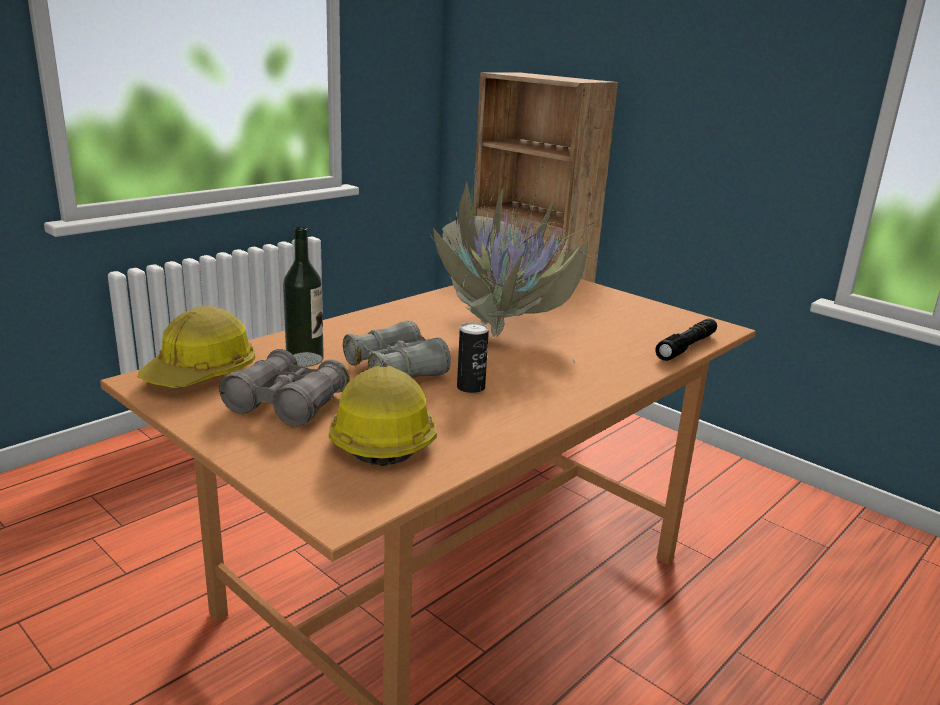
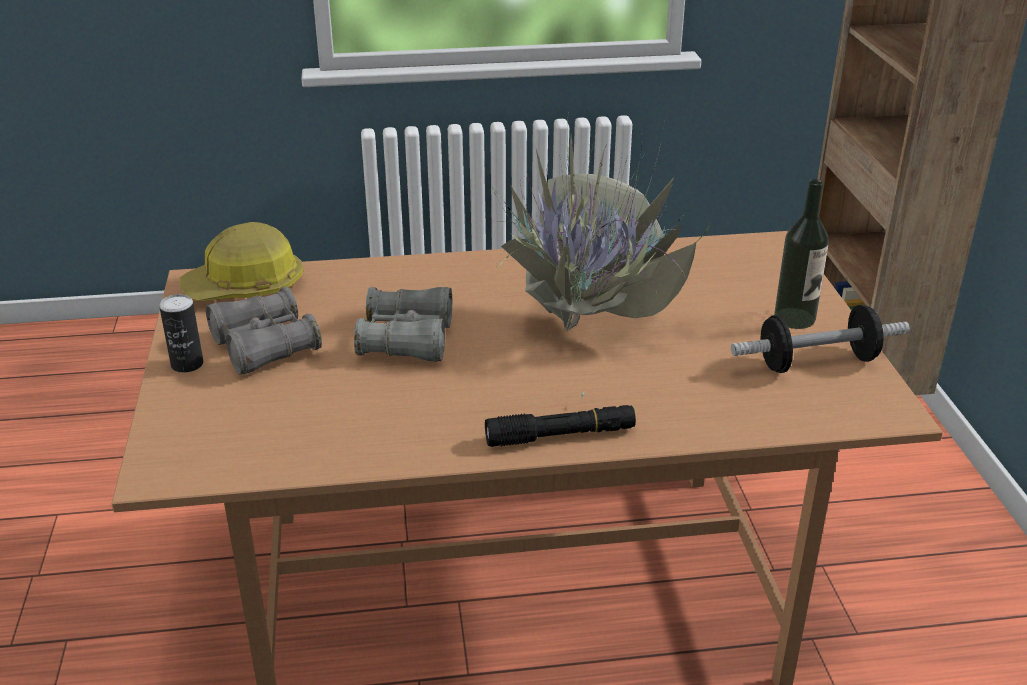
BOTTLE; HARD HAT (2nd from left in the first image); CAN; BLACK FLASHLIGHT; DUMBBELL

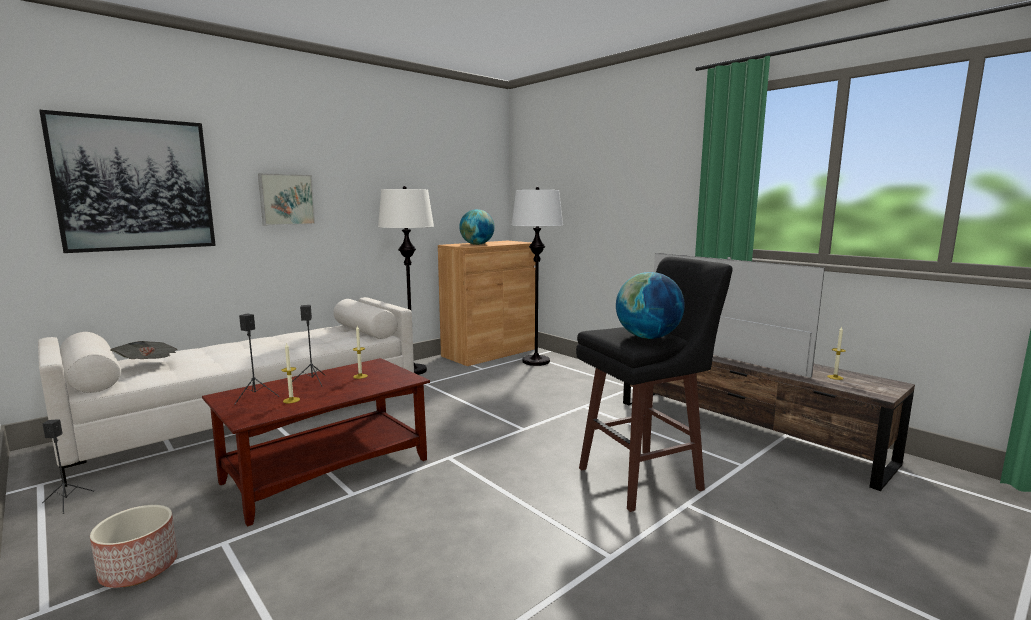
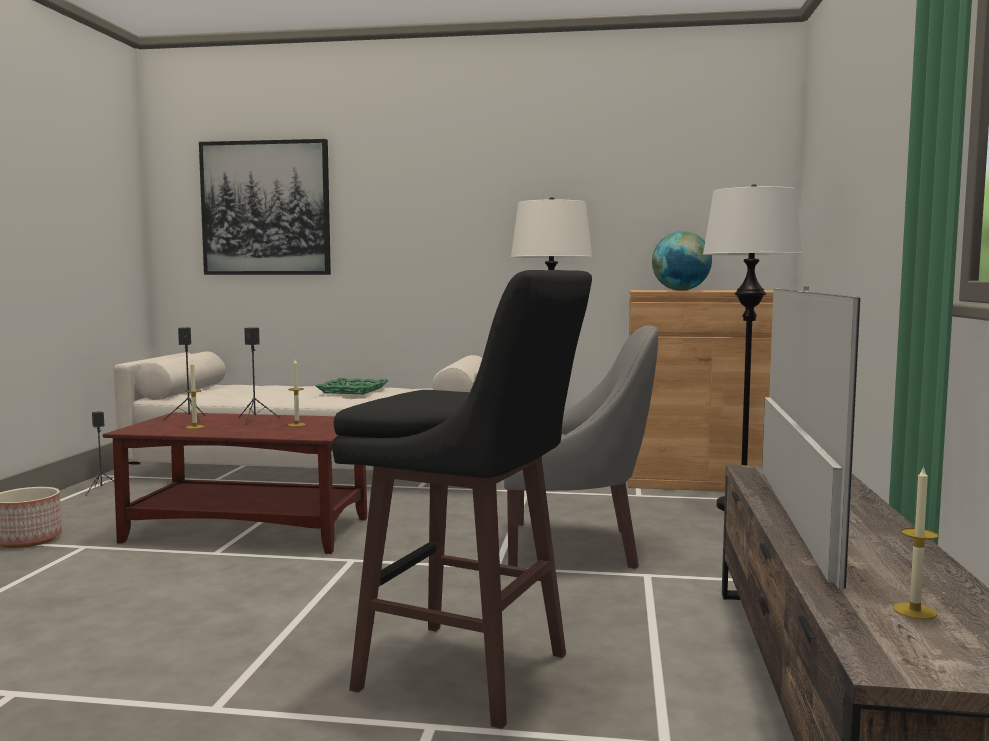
NEWSPAPER; PICTURE (2nd from left in the first image); GLOBE (2nd from left in the first image); GREEN TRAY; GREY ARMCHAIR

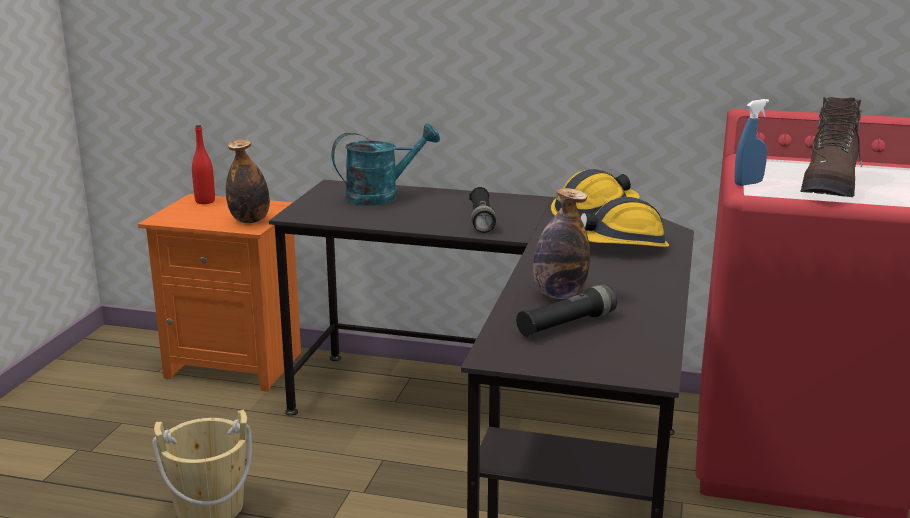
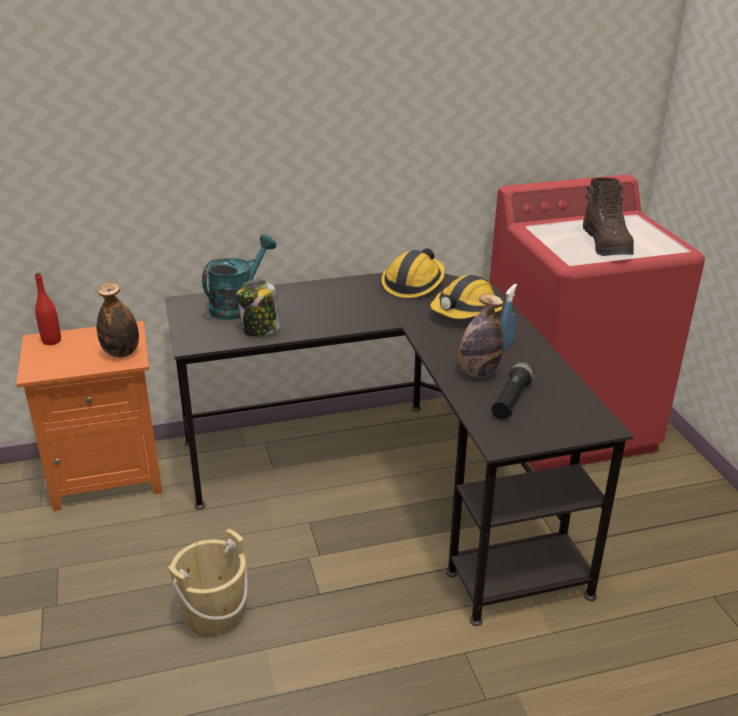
BLACK FLASHLIGHT (1st from left in the first image); BLUE SPRAY BOTTLE; JAR

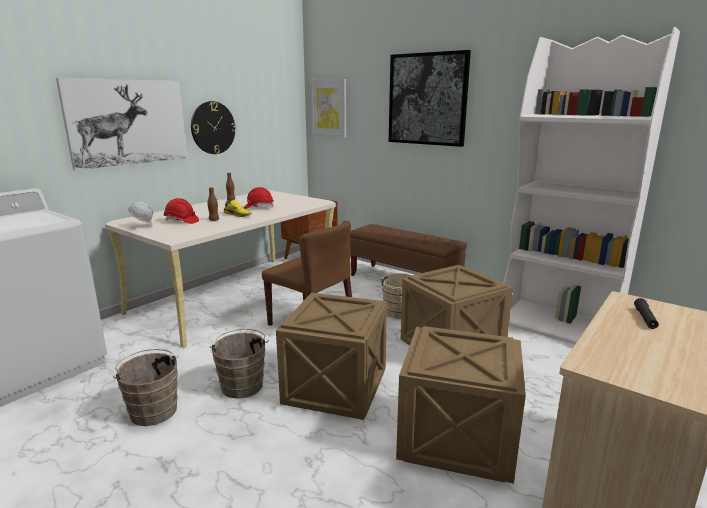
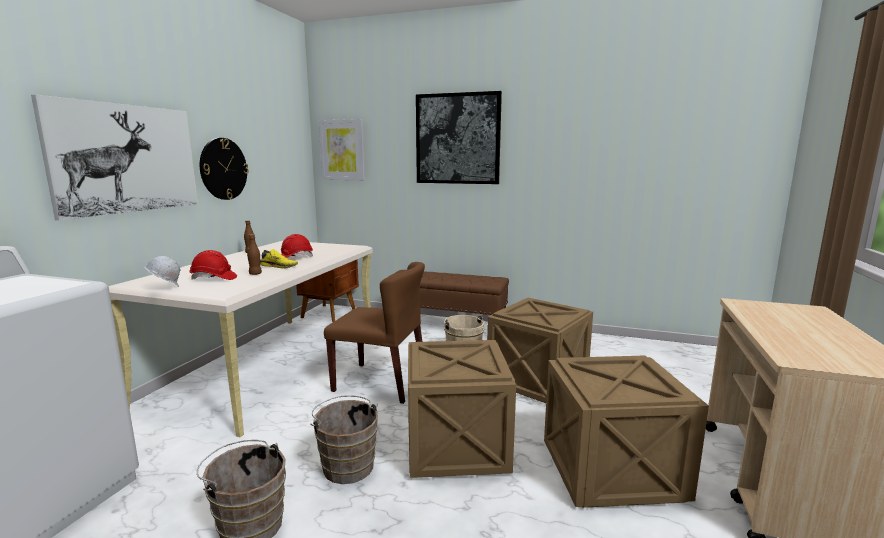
WHITE BOOKCASE; BLACK FLASHLIGHT

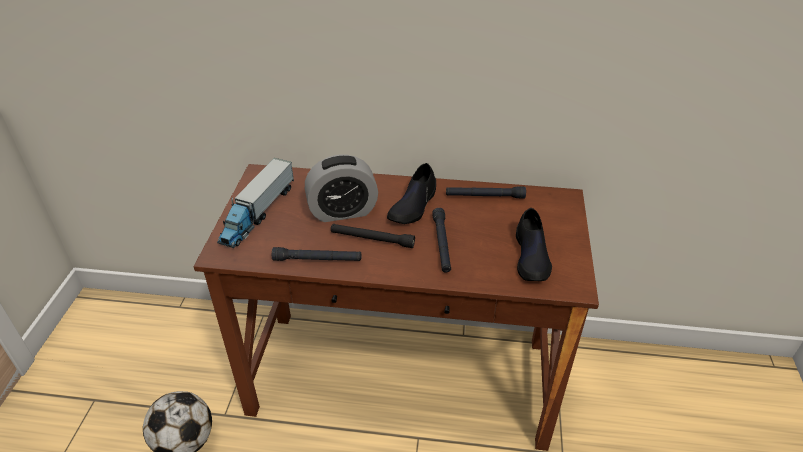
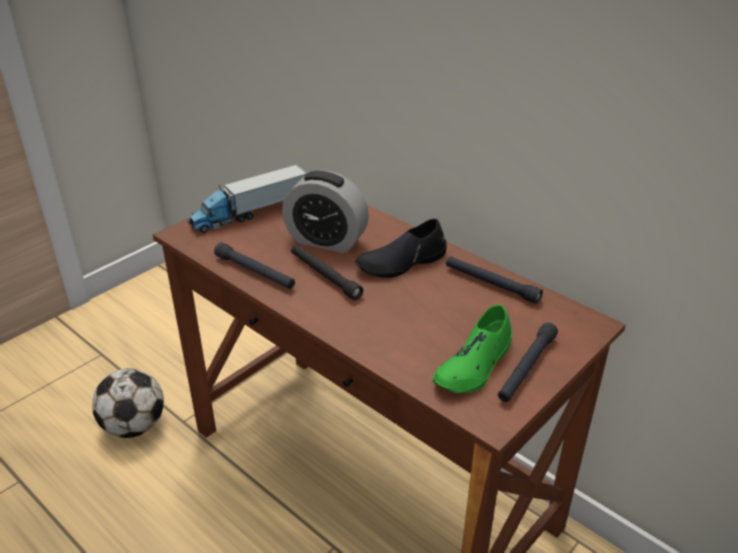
BLACK FLASHLIGHT (4th from left); GREEN SHOE

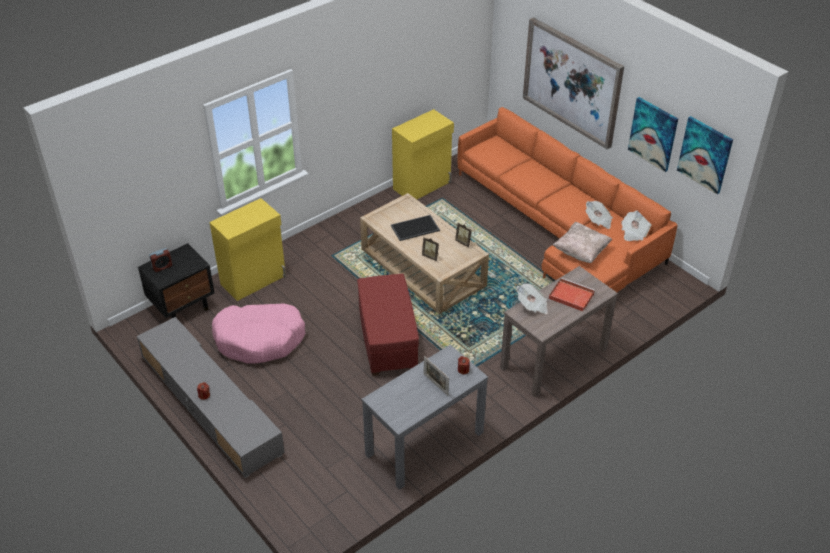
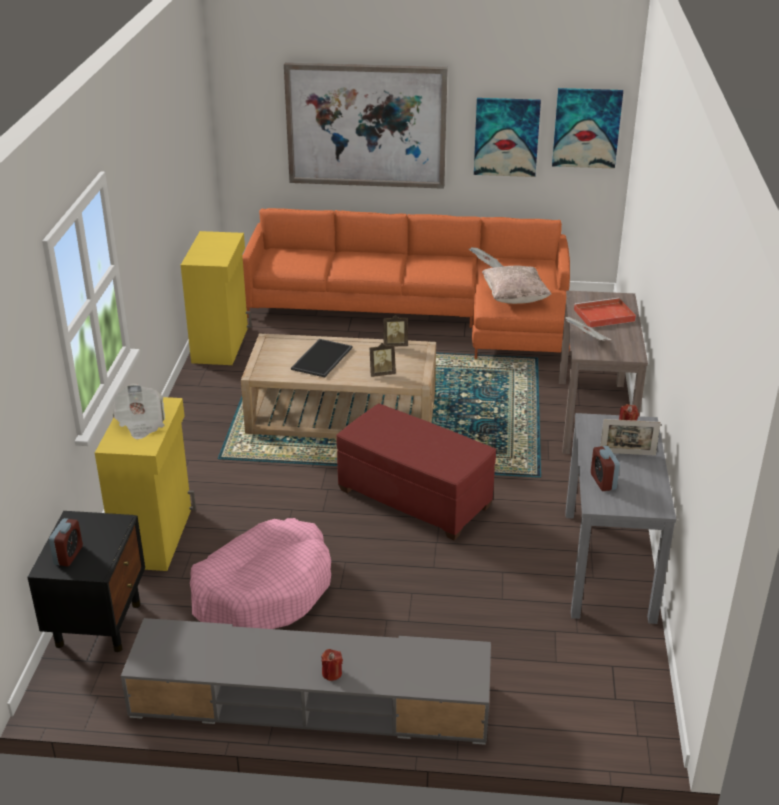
NEWSPAPER (1st from left); ALARM CLOCK (2nd from left)

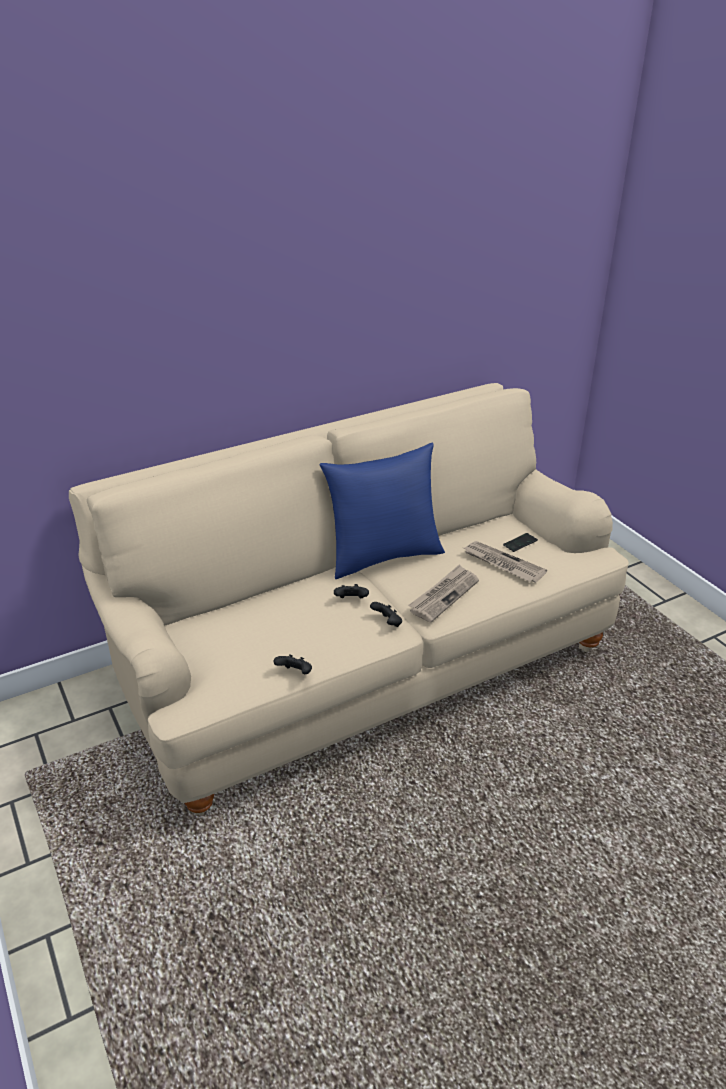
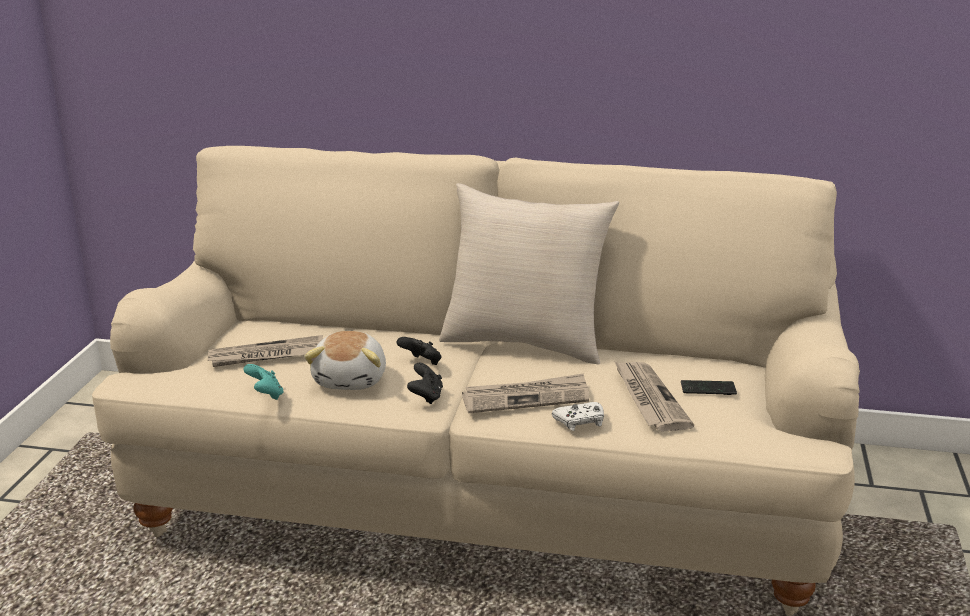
TURQUOISE GAME CONTROLLER; BEIGE PILLOW; NEWSPAPER (1st from left); PLUSH TOY; WHITE GAME CONTROLLER

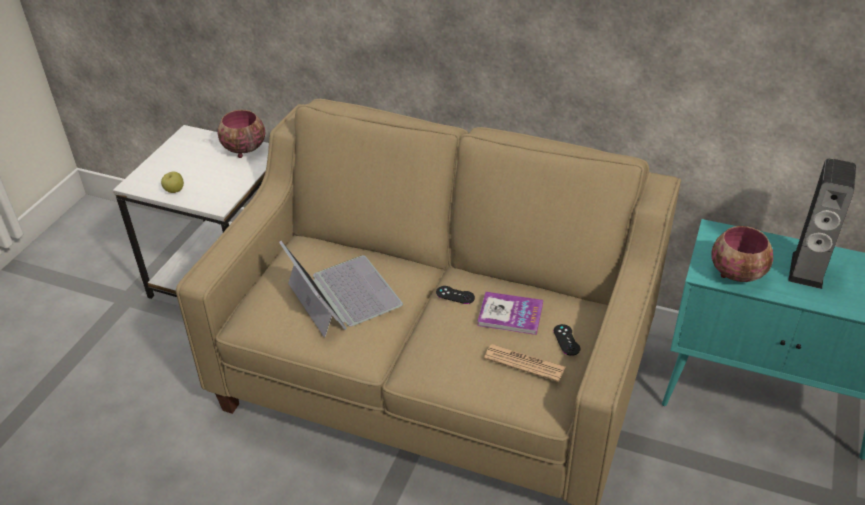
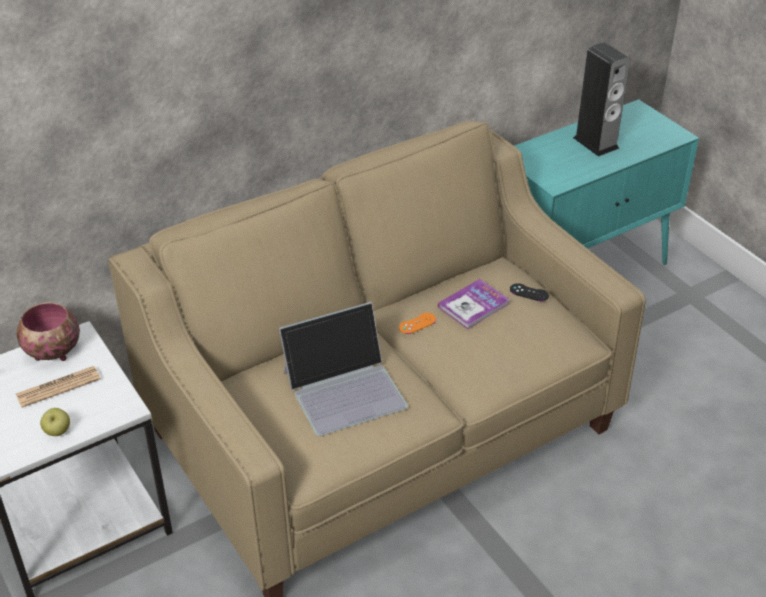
LAPTOP; ORANGE GAME CONTROLLER; NEWSPAPER; BOWL (2nd from left in the first image)

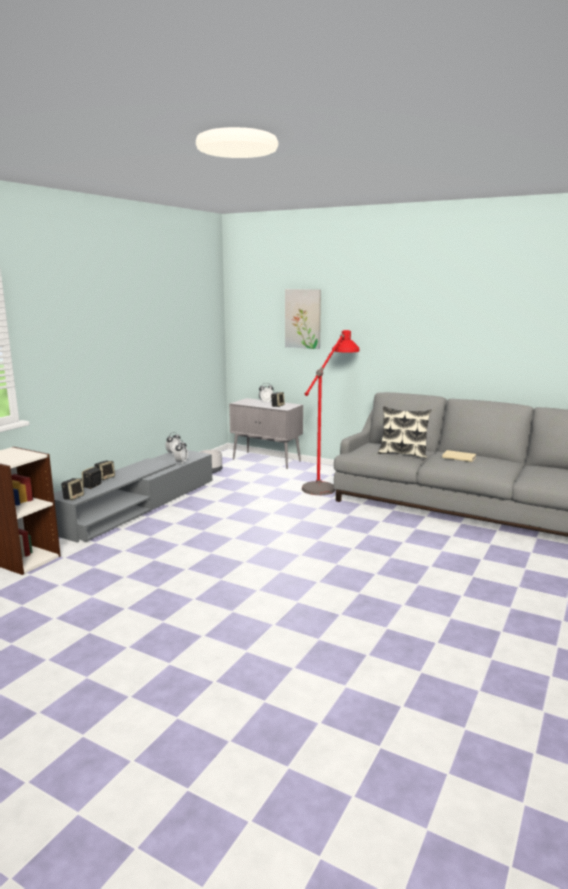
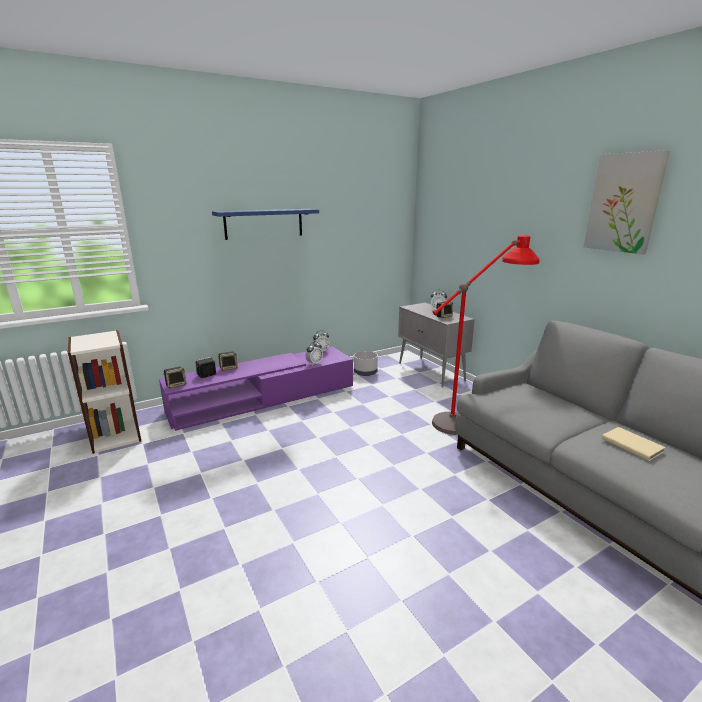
PURPLE TV STAND; PICTURE; PILLOW; BLUE SHELF

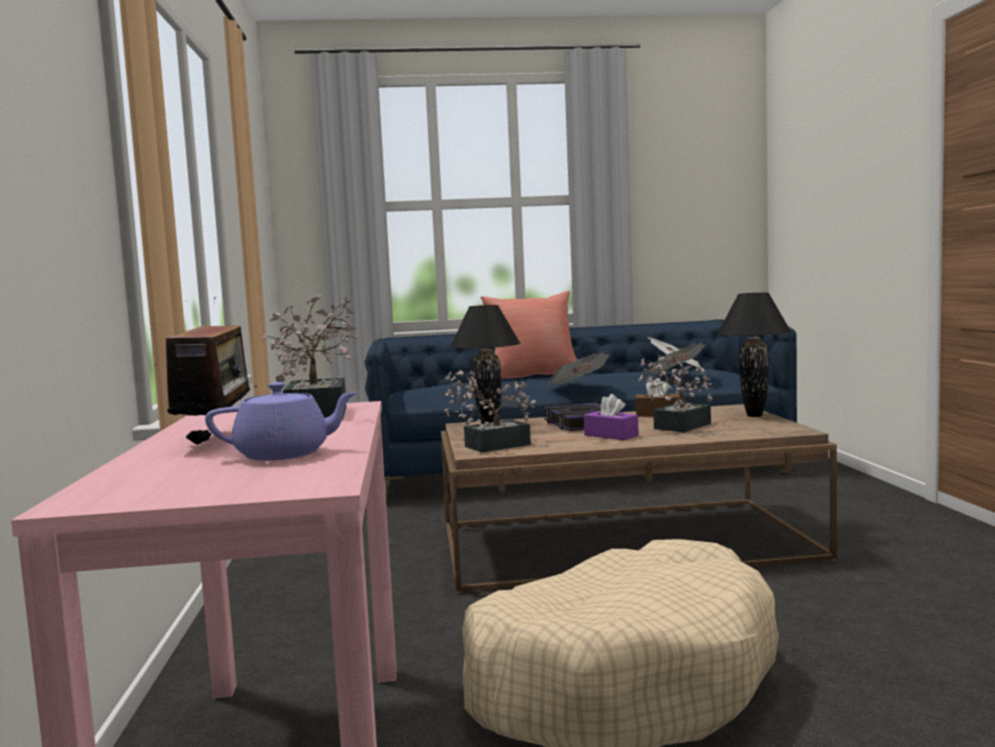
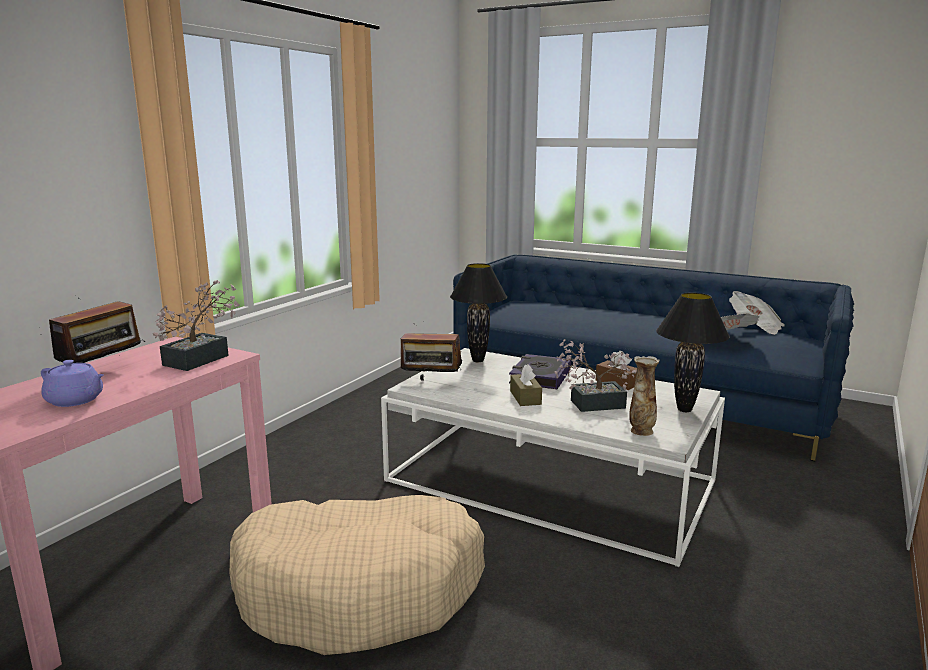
WHITE COFFEE TABLE; RADIO (2nd from left); RED PILLOW; NEWSPAPER (1st from left in the first image); BROWN TISSUE BOX (1st from left); VASE

